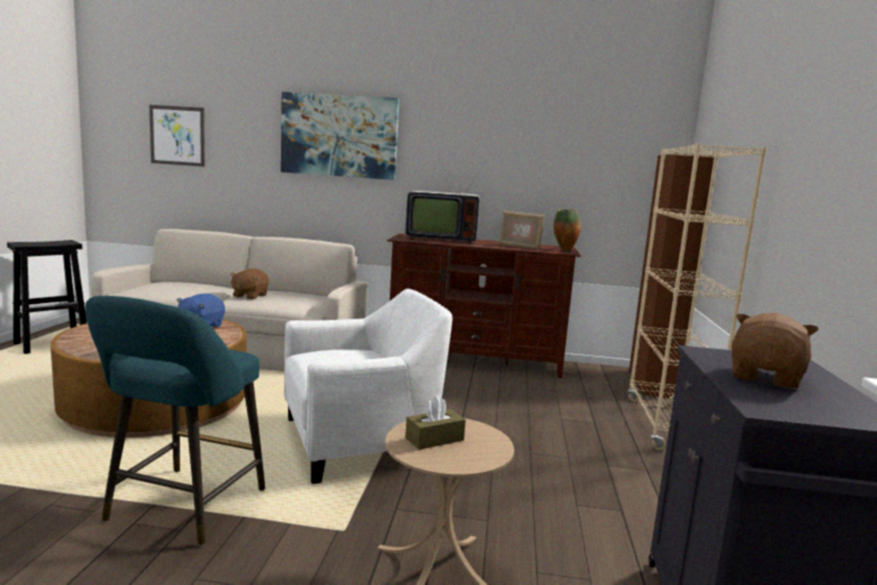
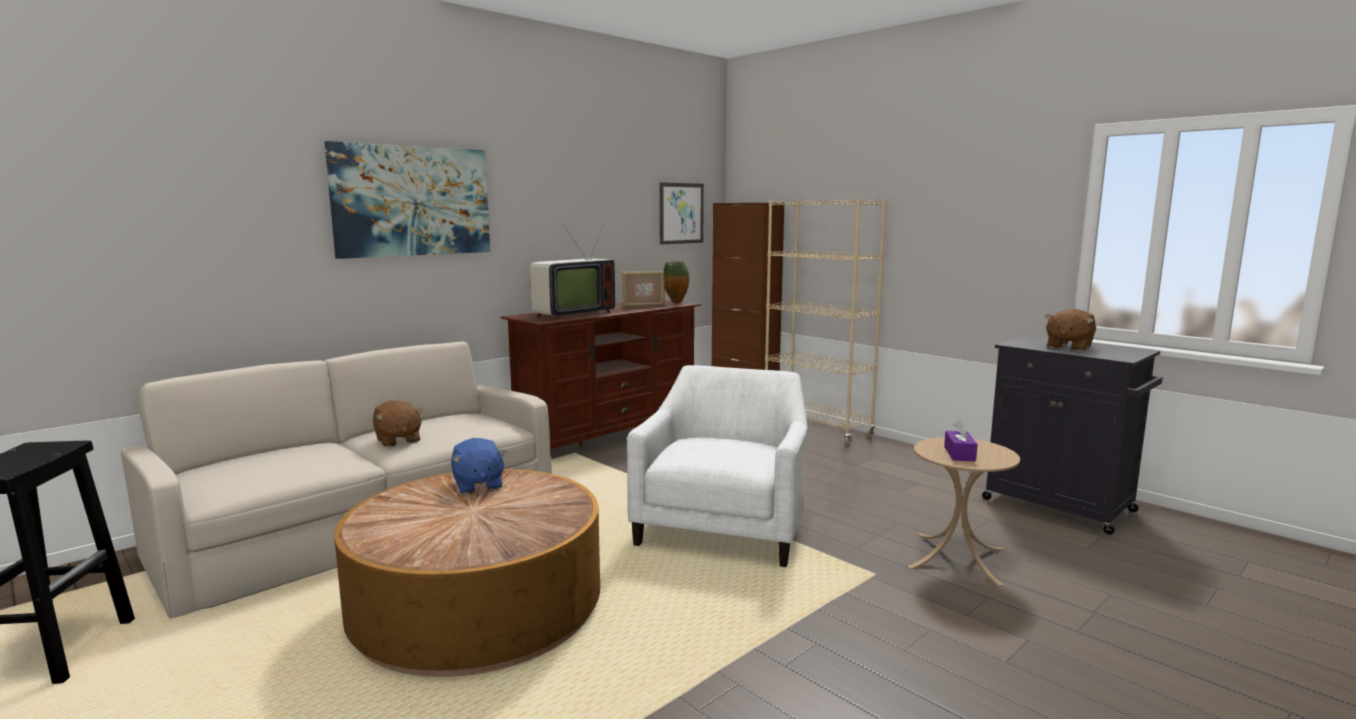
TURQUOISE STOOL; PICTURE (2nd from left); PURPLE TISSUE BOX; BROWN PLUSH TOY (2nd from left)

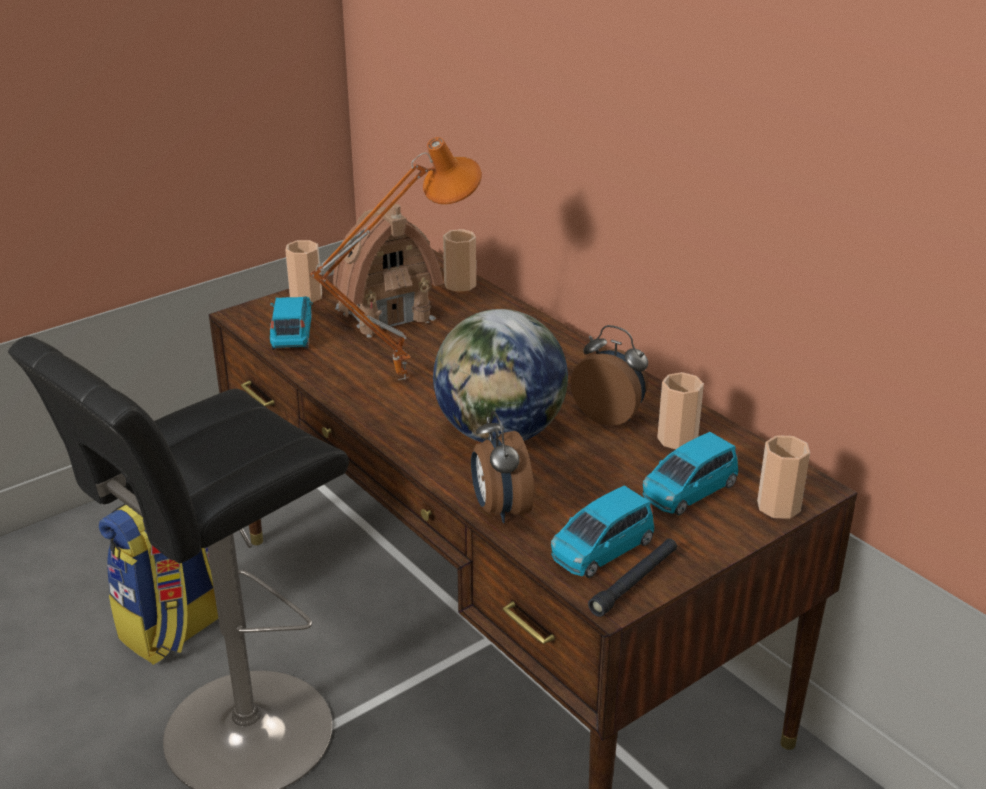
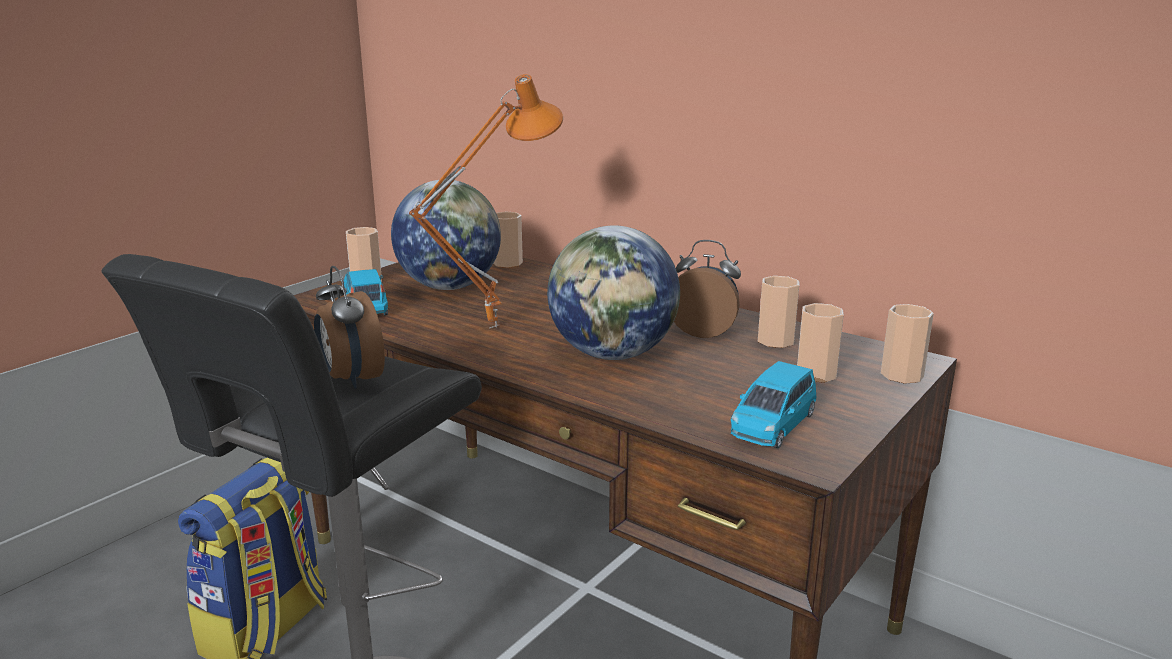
GLOBE (1st from left); ALARM CLOCK (1st from left); BLACK FLASHLIGHT; CUP (4th from left)

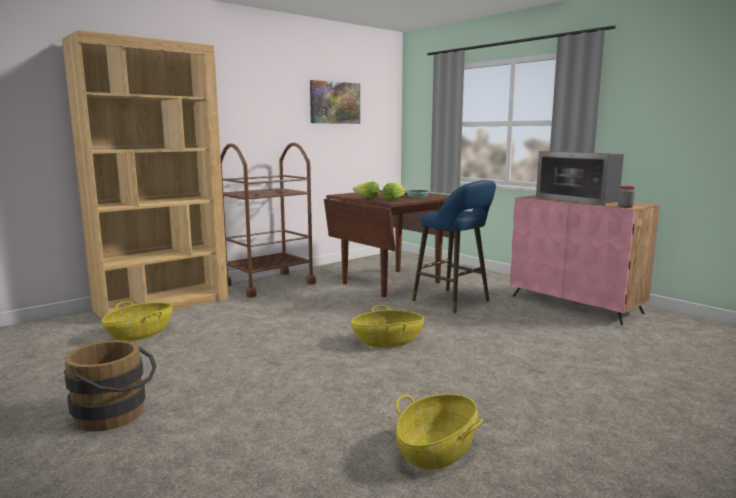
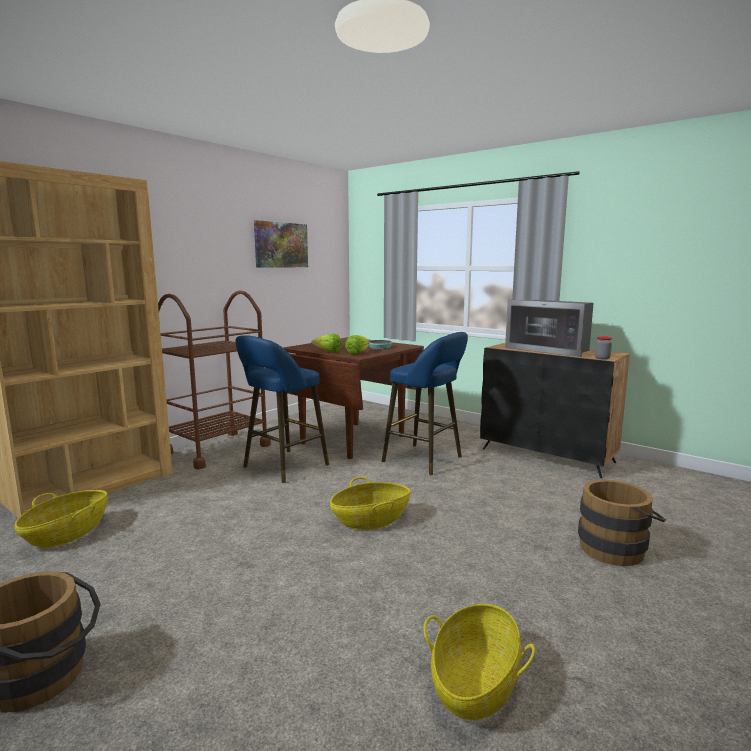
BLACK CABINET; BLUE STOOL (1st from left); BROWN BUCKET (2nd from left)

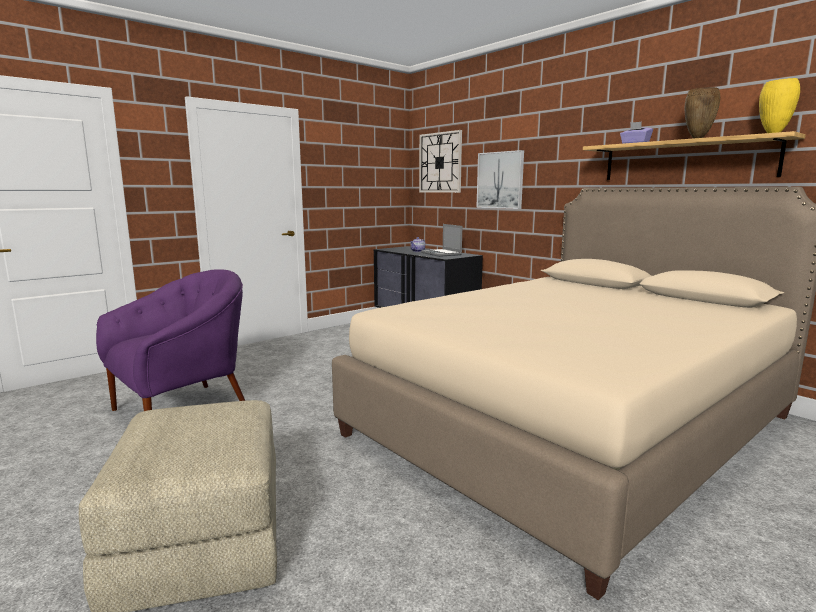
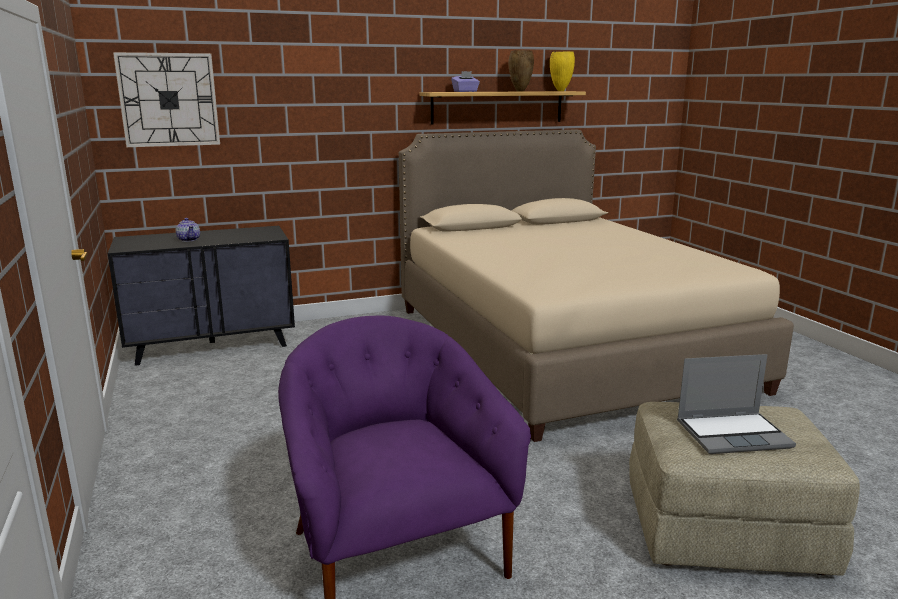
LAPTOP; PICTURE

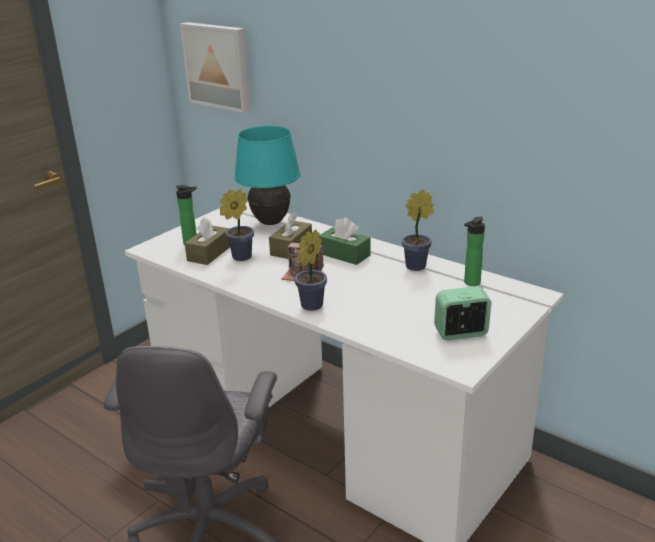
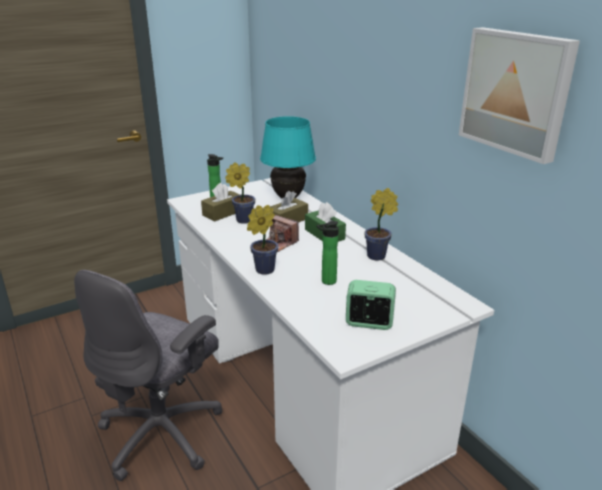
PICTURE; BOTTLE (2nd from left)

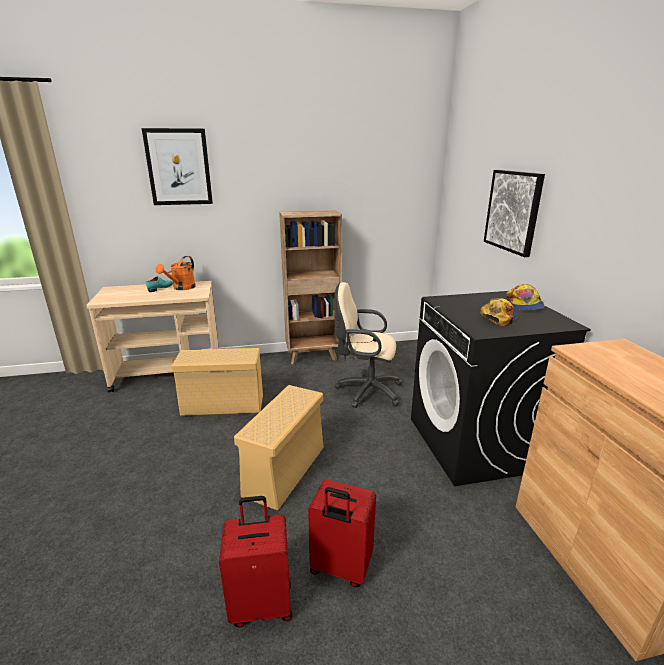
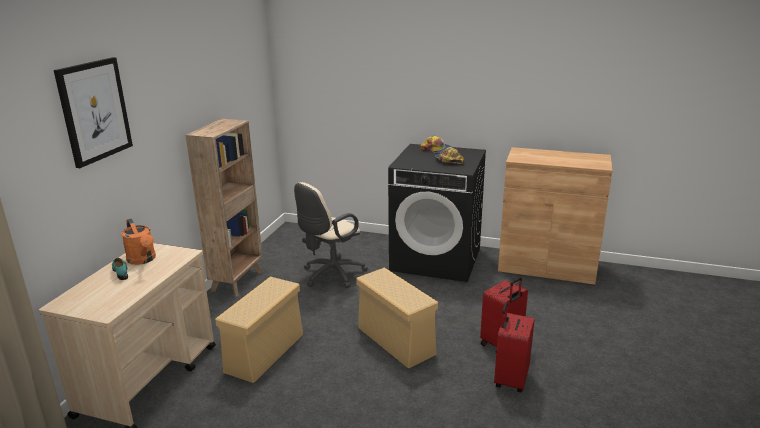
PICTURE (2nd from left in the first image)

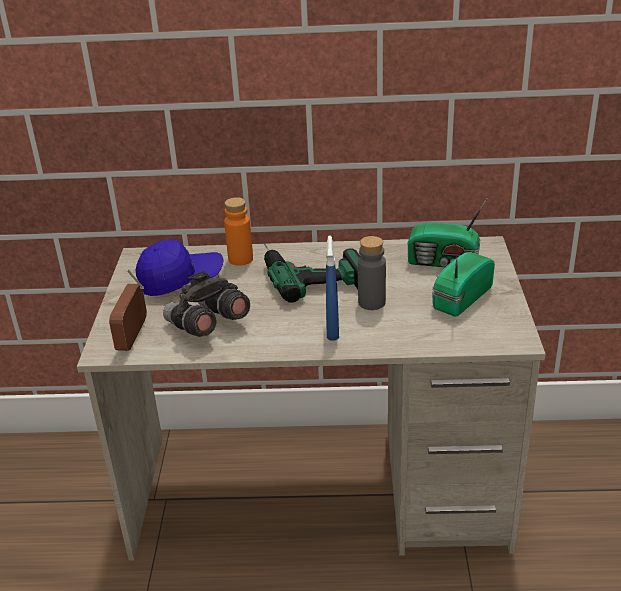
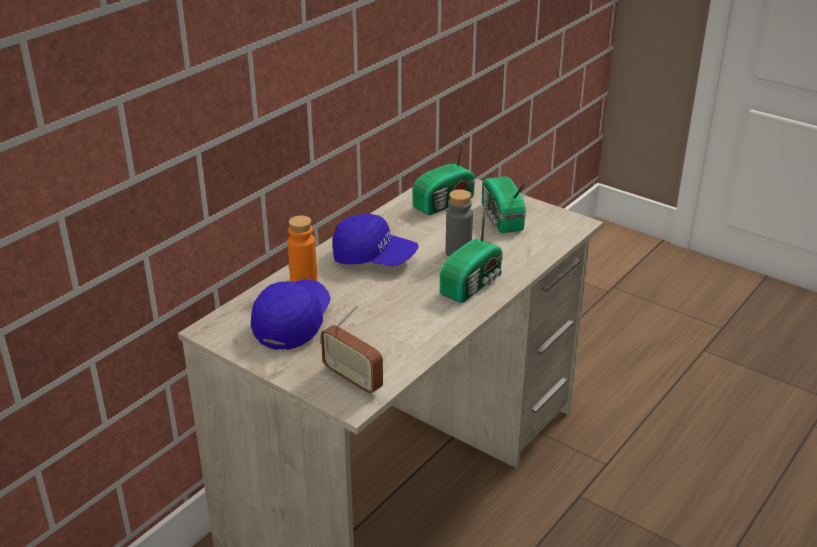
GREY BINOCULARS; BLUE CAP (2nd from left); RADIO (3rd from left)

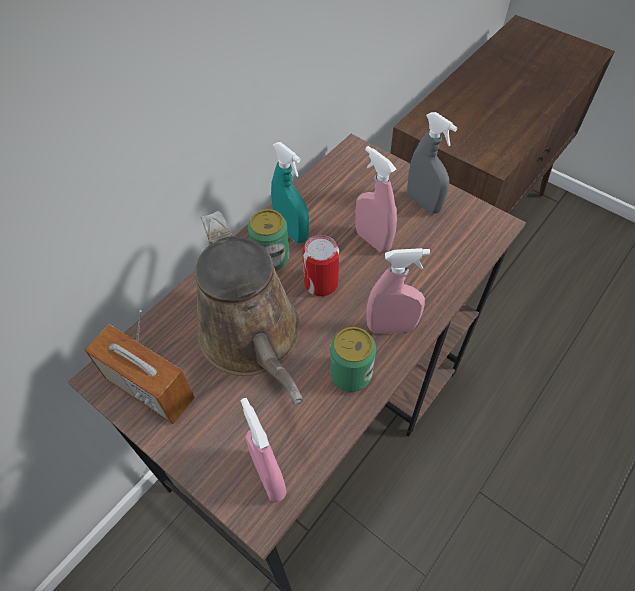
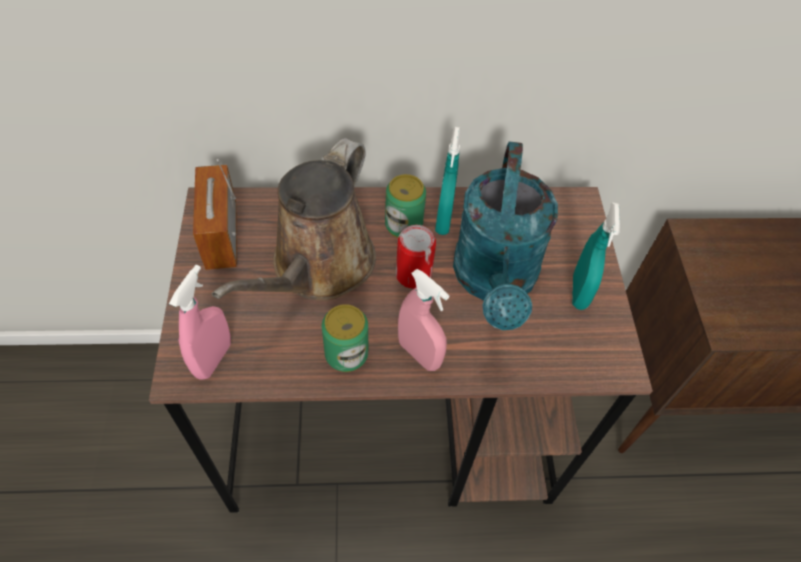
TURQUOISE WATERING CAN; TURQUOISE SPRAY BOTTLE (2nd from left)

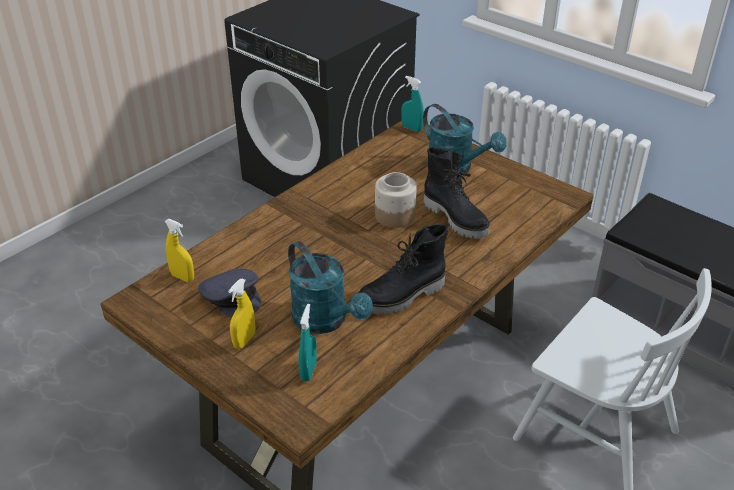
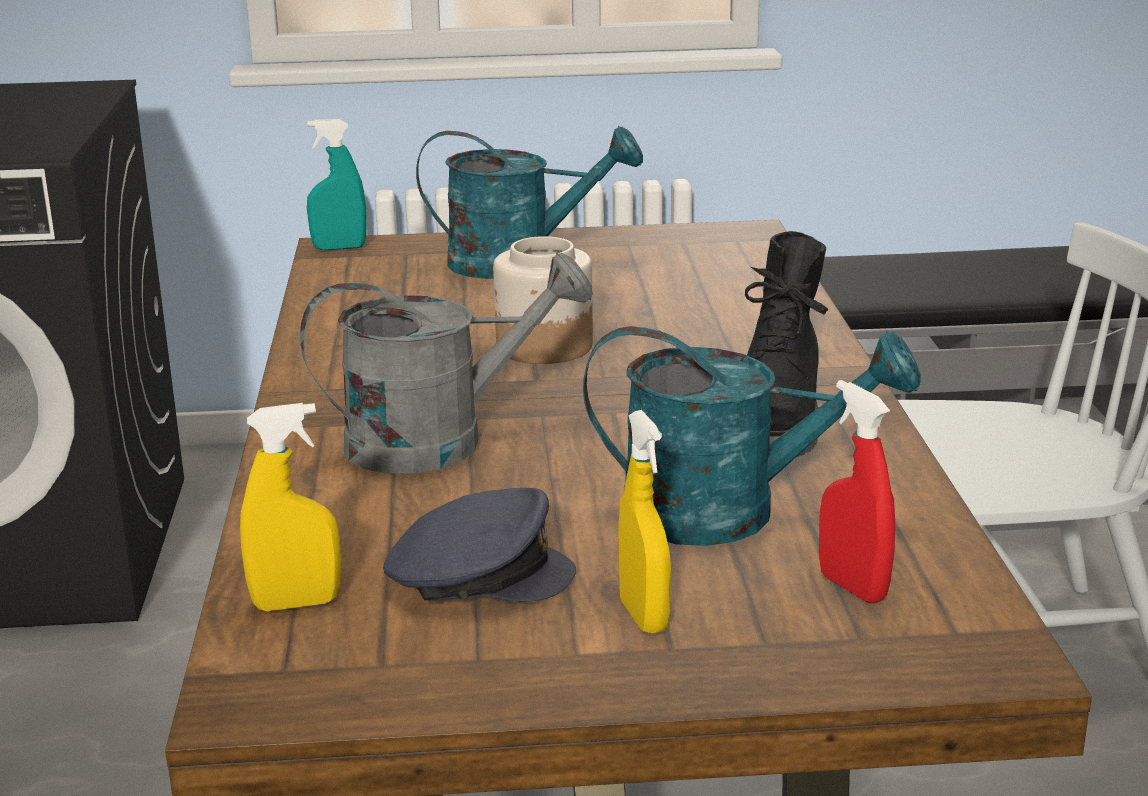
RED SPRAY BOTTLE; BLACK BOOT (2nd from left in the first image); GREY WATERING CAN

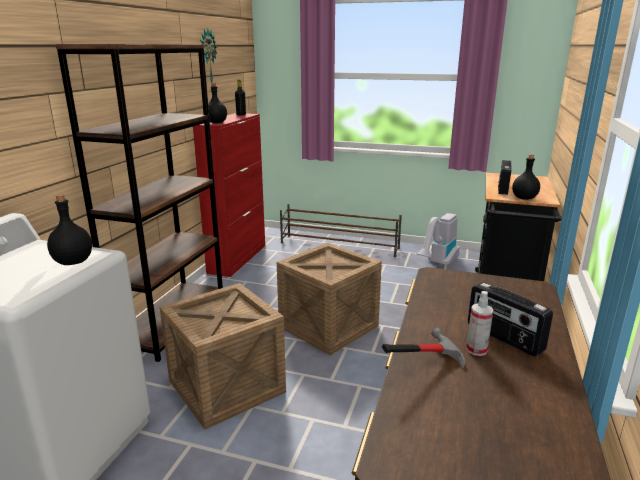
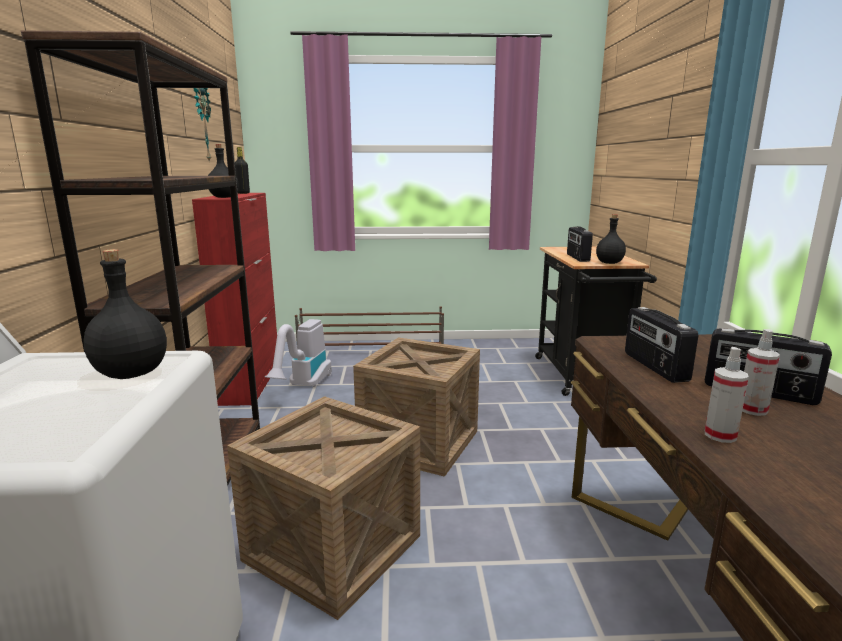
SPRAY BOTTLE (1st from left); VACUUM CLEANER; RADIO (2nd from left)

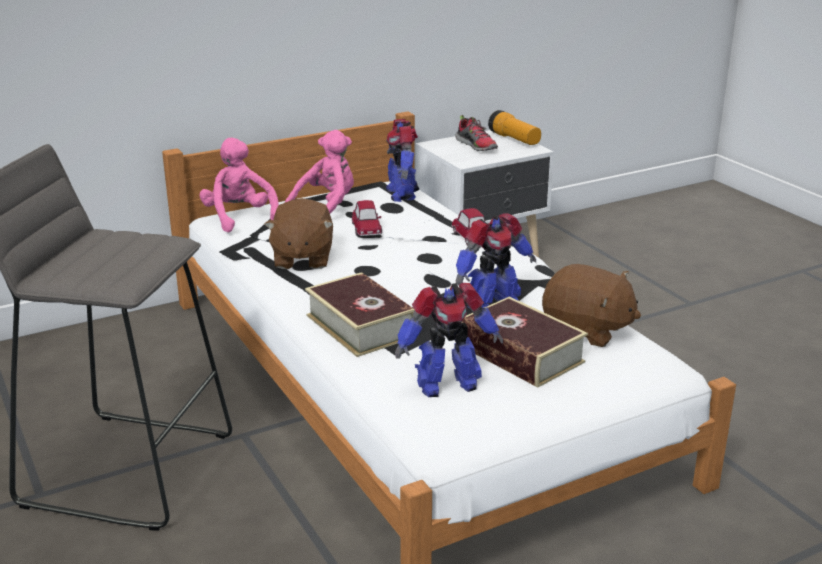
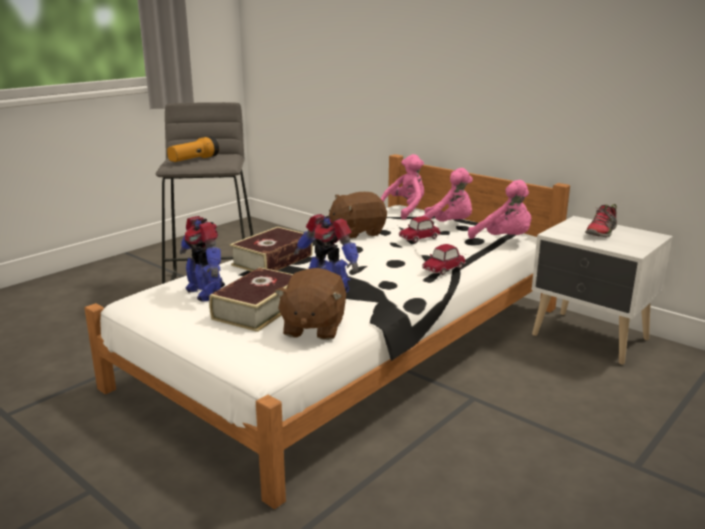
PINK PLUSH TOY (3rd from left); FLASHLIGHT

